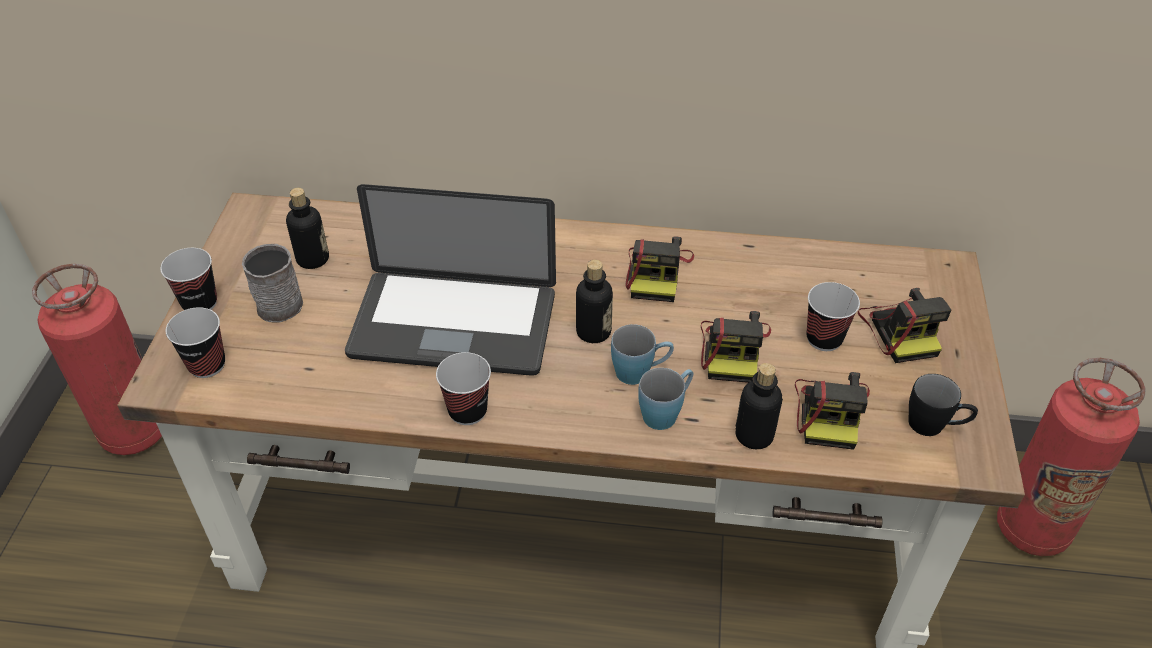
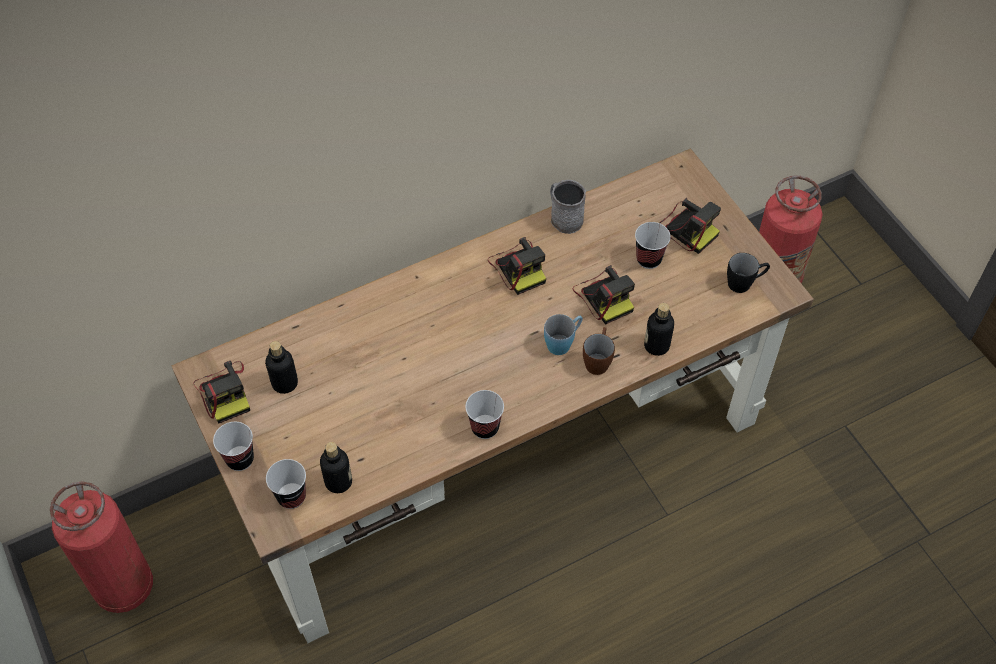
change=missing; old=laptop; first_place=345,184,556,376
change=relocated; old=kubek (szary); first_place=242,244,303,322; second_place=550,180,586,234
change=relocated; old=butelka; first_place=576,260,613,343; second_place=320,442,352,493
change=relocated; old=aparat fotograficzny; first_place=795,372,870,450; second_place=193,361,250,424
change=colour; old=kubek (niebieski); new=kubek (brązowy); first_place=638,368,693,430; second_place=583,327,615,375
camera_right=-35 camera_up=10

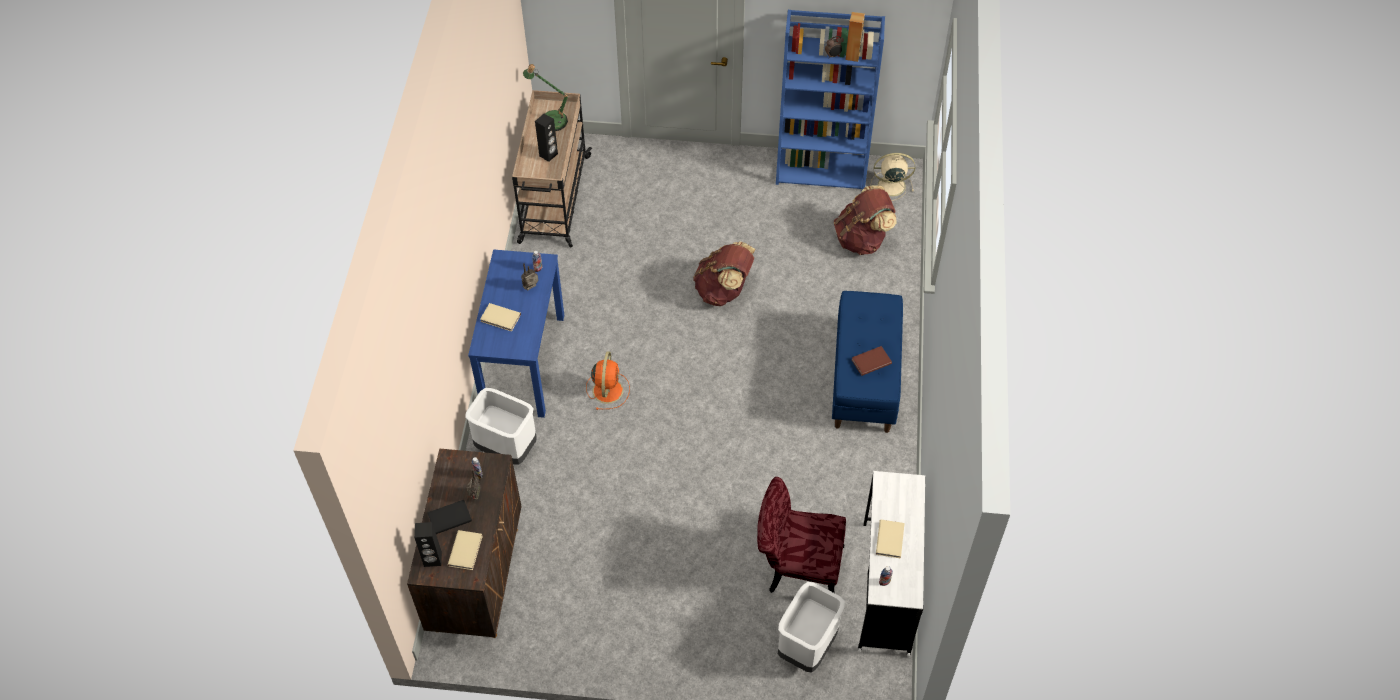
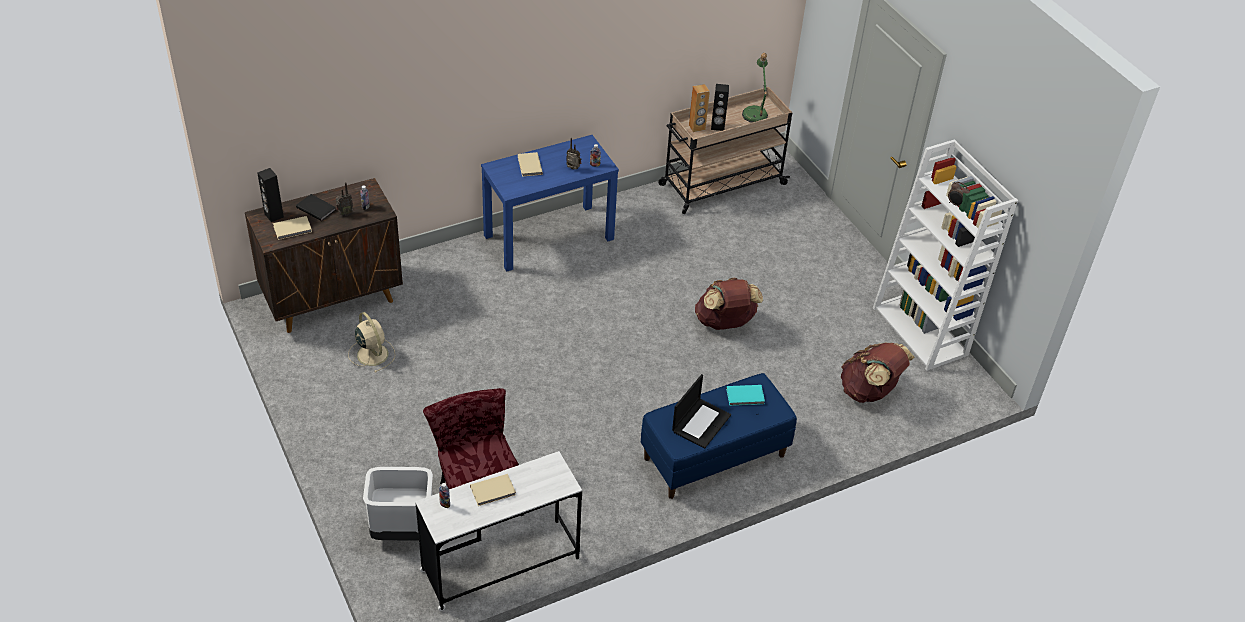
change=missing; old=kosz na śmieci (biały); first_place=465,388,537,465
change=missing; old=wentylator (pomarańczowy); first_place=586,351,630,410
change=appeared; new=książka (turkusowy); second_place=726,385,765,406
change=relocated; old=głośnik (brązowy); first_place=845,12,865,62; second_place=689,84,710,132
change=relocated; old=wentylator (beżowy); first_place=871,153,915,201; second_place=348,312,395,373
change=exchanged; old=książka (brązowy); new=laptop; first_place=852,346,892,376; second_place=672,374,731,449
change=colour; old=regał (niebieski); new=regał (biały); first_place=776,10,885,190; second_place=873,139,1018,371
camera_right=55 camera_up=-10

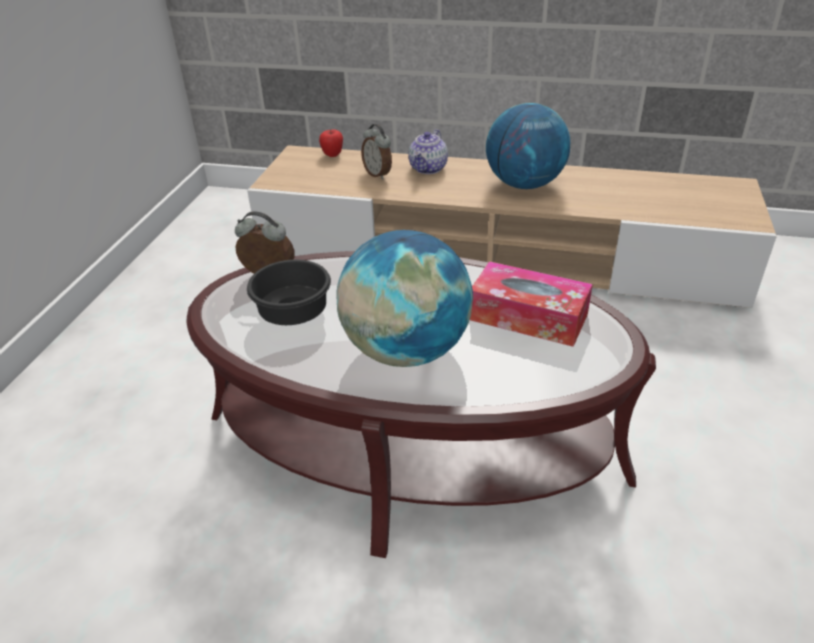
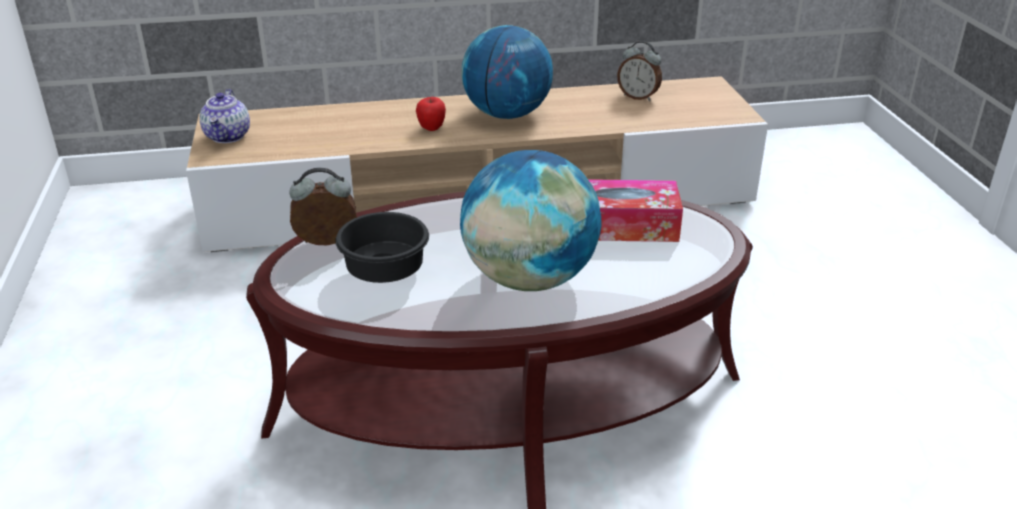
change=relocated; old=jabłko; first_place=319,129,343,157; second_place=416,97,446,131
change=relocated; old=budzik; first_place=361,124,392,180; second_place=617,41,662,101
change=relocated; old=imbryk; first_place=408,129,448,174; second_place=199,89,250,143
camera_right=-25 camera_up=-5

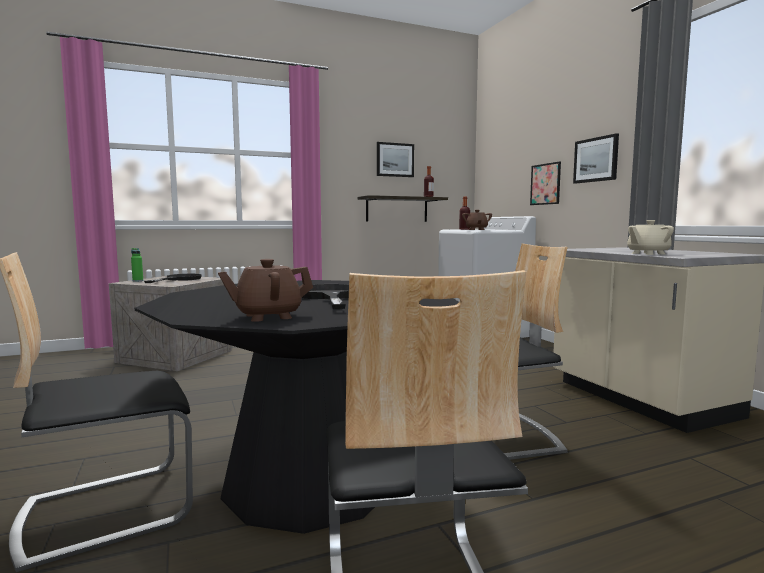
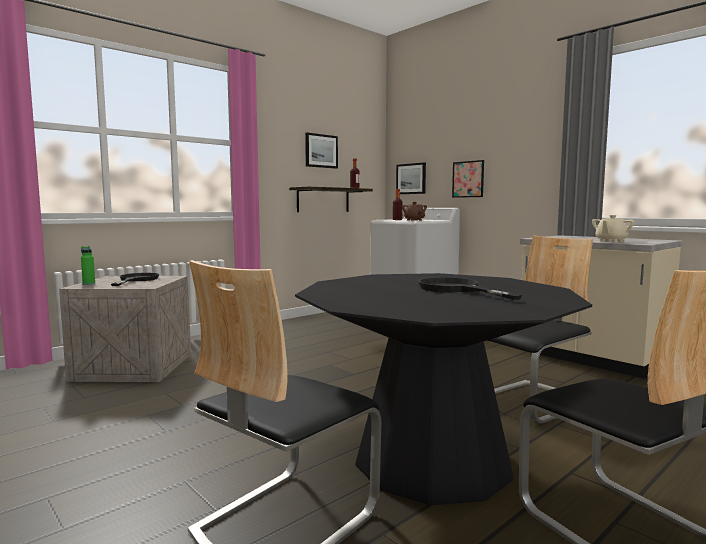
change=missing; old=imbryk (brązowy); first_place=218,259,313,322
change=relocated; old=obraz; first_place=573,133,619,184; second_place=396,162,426,194
camera_right=-20 camera_up=0

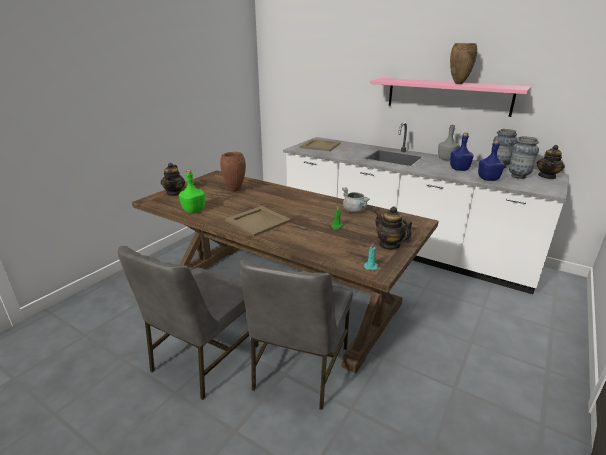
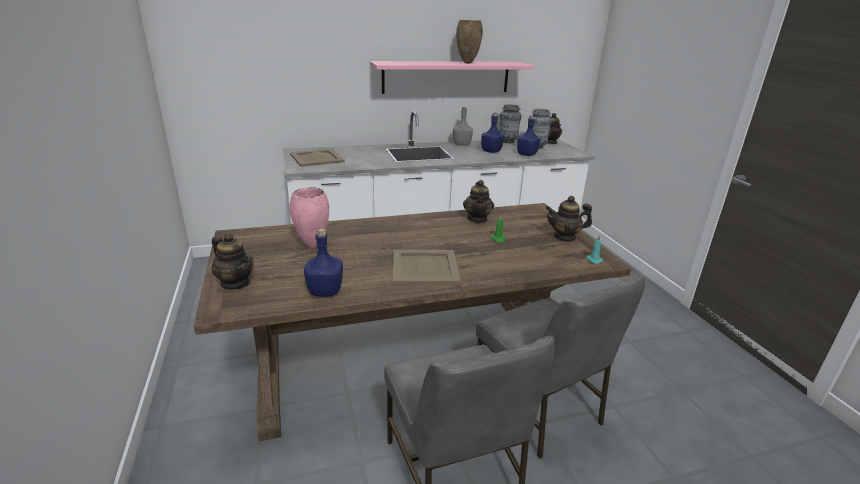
change=exchanged; old=garnek (szary); new=imbryk; first_place=342,187,370,212; second_place=463,180,494,223
change=colour; old=butelka (zielony); new=butelka (niebieski); first_place=179,170,205,213; second_place=304,229,343,297
change=colour; old=wazon (brązowy); new=wazon (różowy); first_place=220,152,246,192; second_place=289,187,329,248
camera_right=-50 camera_up=0

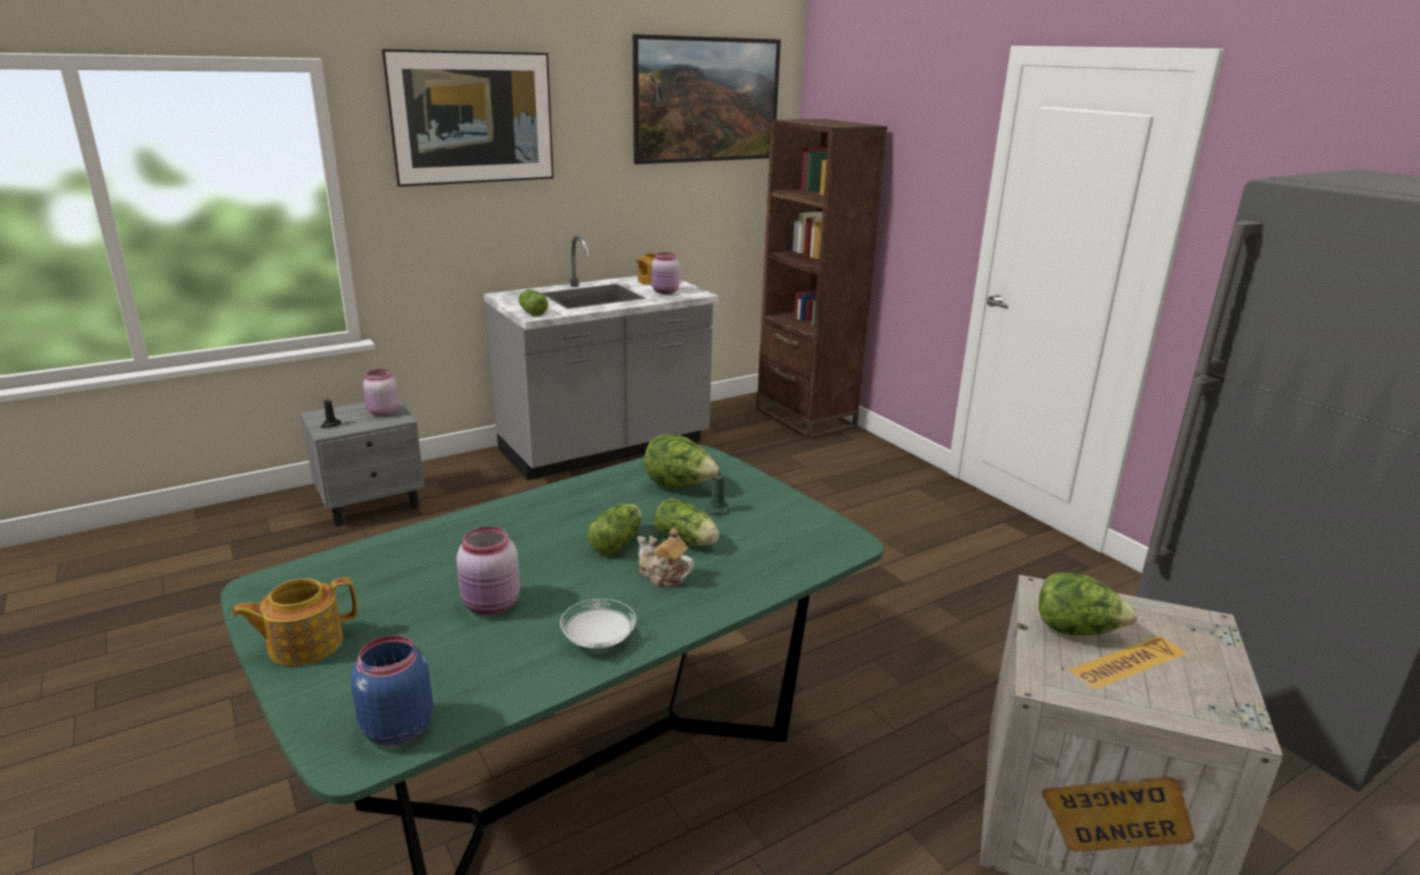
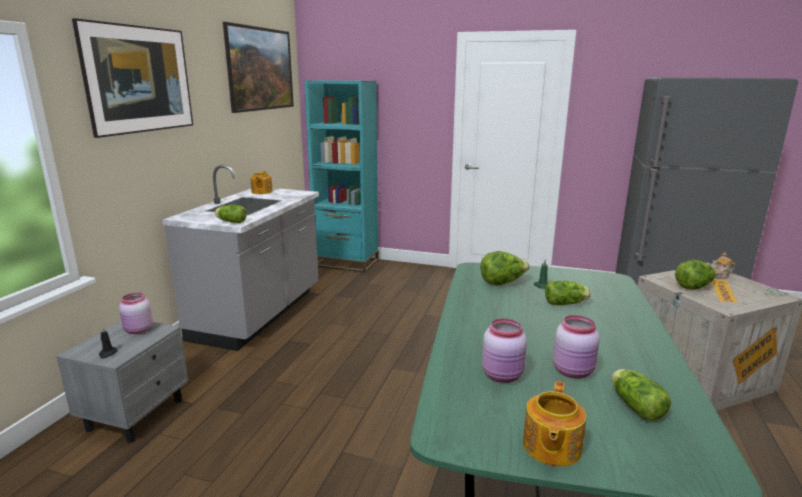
change=missing; old=słoik (niebieski); first_place=351,635,433,746
change=missing; old=talerz (biały); first_place=560,599,636,648
change=relocated; old=sałata; first_place=587,504,642,555; second_place=611,369,671,421
change=relocated; old=imbryk; first_place=637,528,694,586; second_place=707,253,735,279
change=relocated; old=słoik (różowy); first_place=651,252,680,294; second_place=482,318,527,383
change=colour; old=regał (brązowy); new=regał (turkusowy); first_place=756,119,887,440; second_place=304,80,378,273
camera_right=-40 camera_up=-5

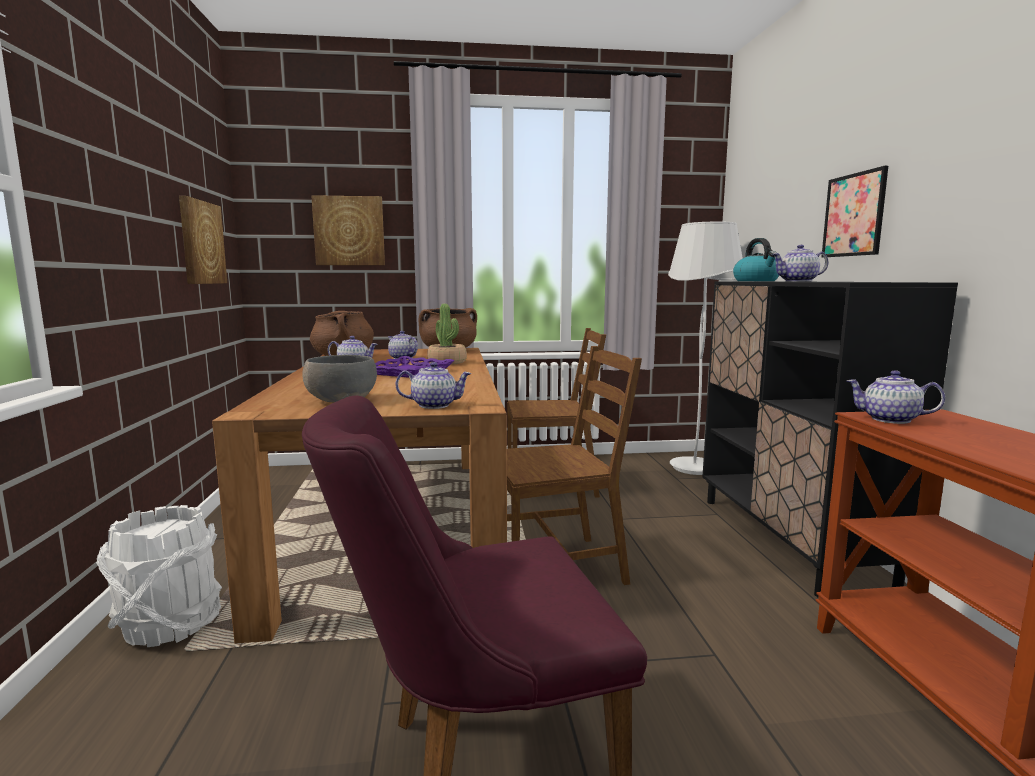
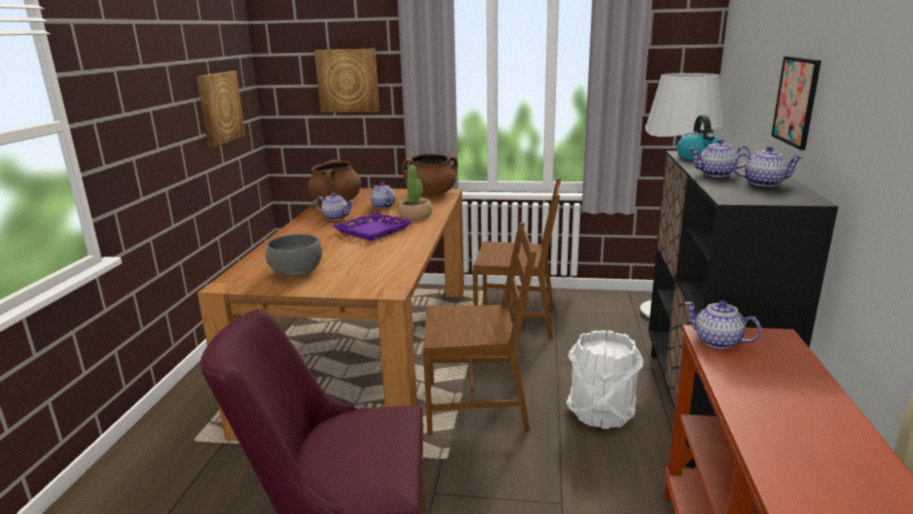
change=relocated; old=wiadro (biały); first_place=96,505,222,647; second_place=567,330,644,429
change=relocated; old=imbryk; first_place=396,362,471,409; second_place=732,146,803,187
camera_right=15 camera_up=10

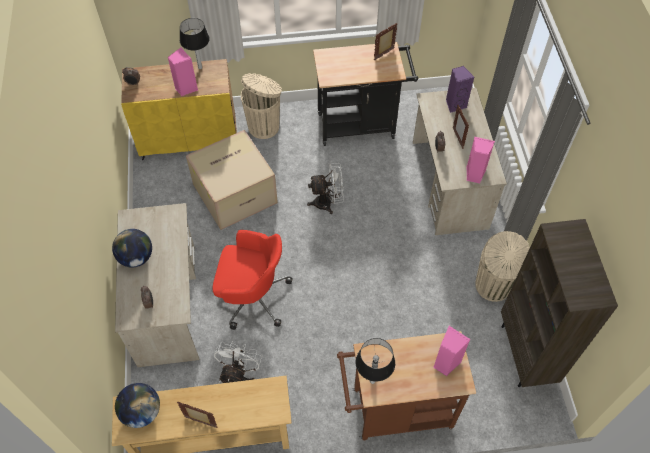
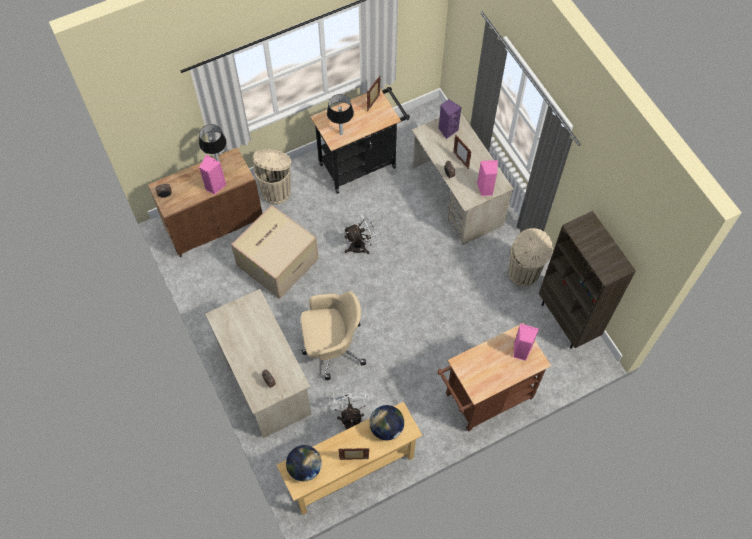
change=relocated; old=globus; first_place=112,229,152,267; second_place=369,405,404,440
change=relocated; old=lampa stołowa; first_place=356,338,395,384; second_place=327,94,354,135
change=colour; old=szafka (żółty); new=szafka (brązowy); first_place=121,59,237,160; second_place=148,147,263,257
change=colour; old=krzesło biurowe (czerwony); new=krzesło biurowe (beżowy); first_place=212,230,293,330; second_place=301,291,366,380
camera_right=-20 camera_up=5

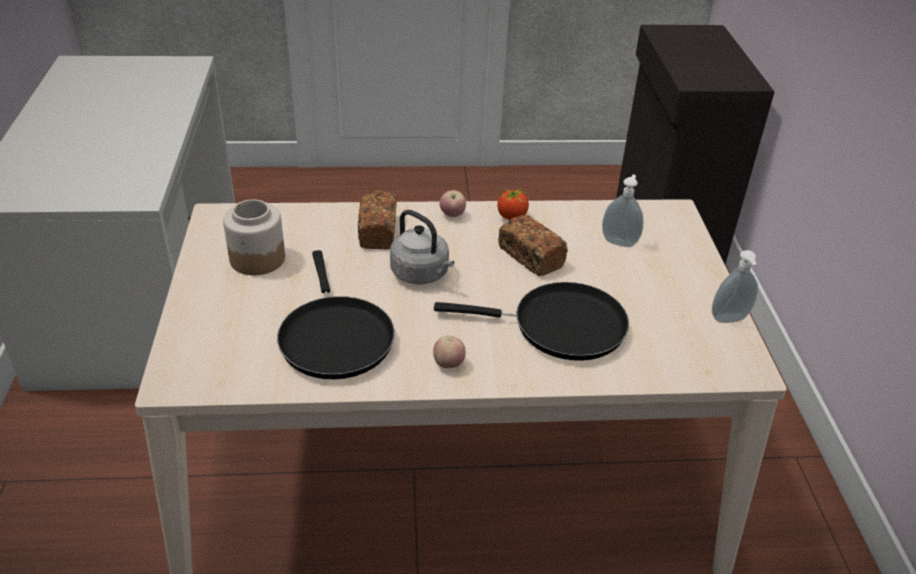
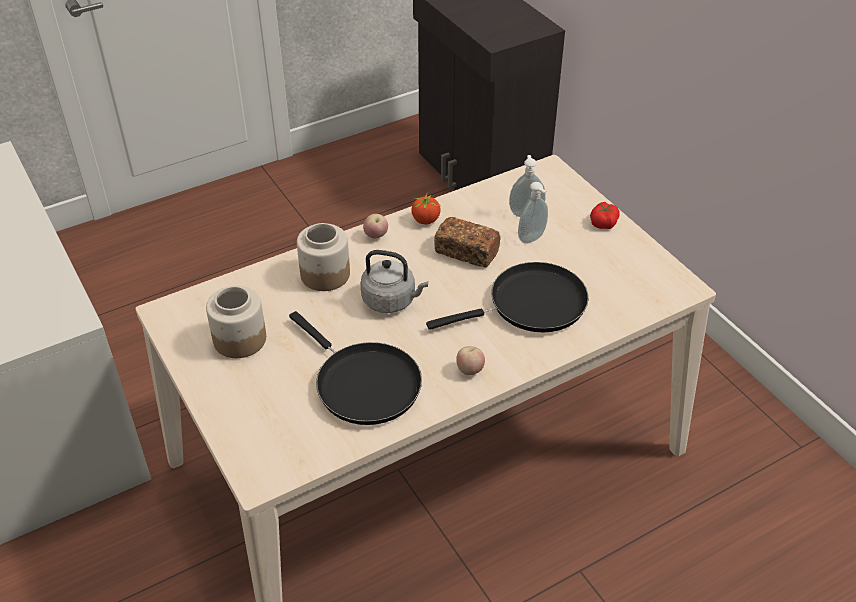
change=appeared; new=pomidor; second_place=590,202,620,229
change=relocated; old=dozownik mydła; first_place=712,250,758,323; second_place=518,182,548,244
change=exchanged; old=chleb; new=słoik; first_place=358,191,397,249; second_place=297,223,350,291
camera_right=-25 camera_up=5

